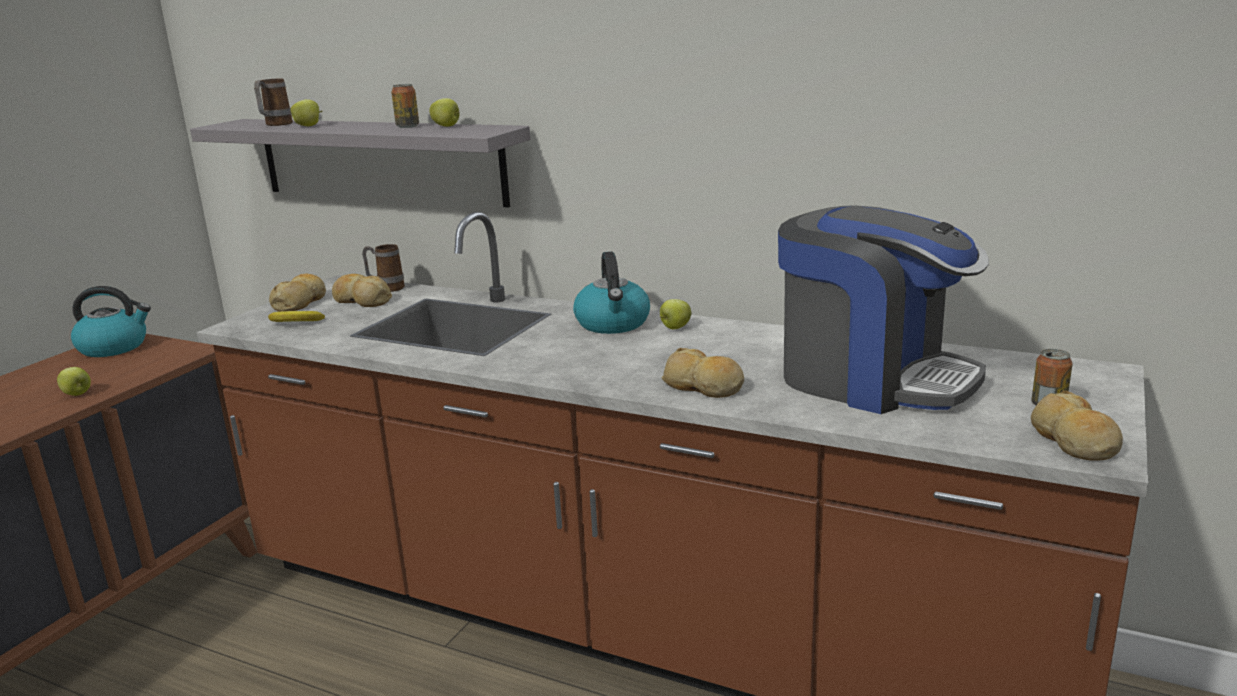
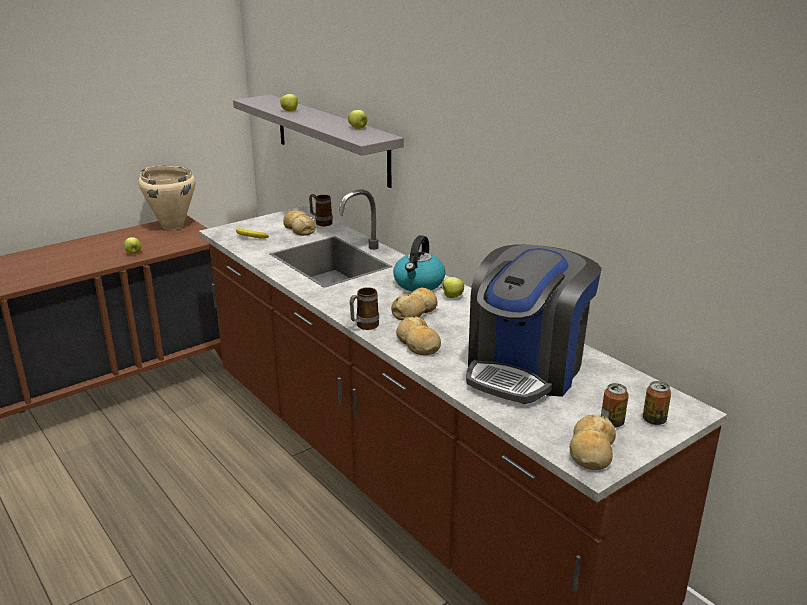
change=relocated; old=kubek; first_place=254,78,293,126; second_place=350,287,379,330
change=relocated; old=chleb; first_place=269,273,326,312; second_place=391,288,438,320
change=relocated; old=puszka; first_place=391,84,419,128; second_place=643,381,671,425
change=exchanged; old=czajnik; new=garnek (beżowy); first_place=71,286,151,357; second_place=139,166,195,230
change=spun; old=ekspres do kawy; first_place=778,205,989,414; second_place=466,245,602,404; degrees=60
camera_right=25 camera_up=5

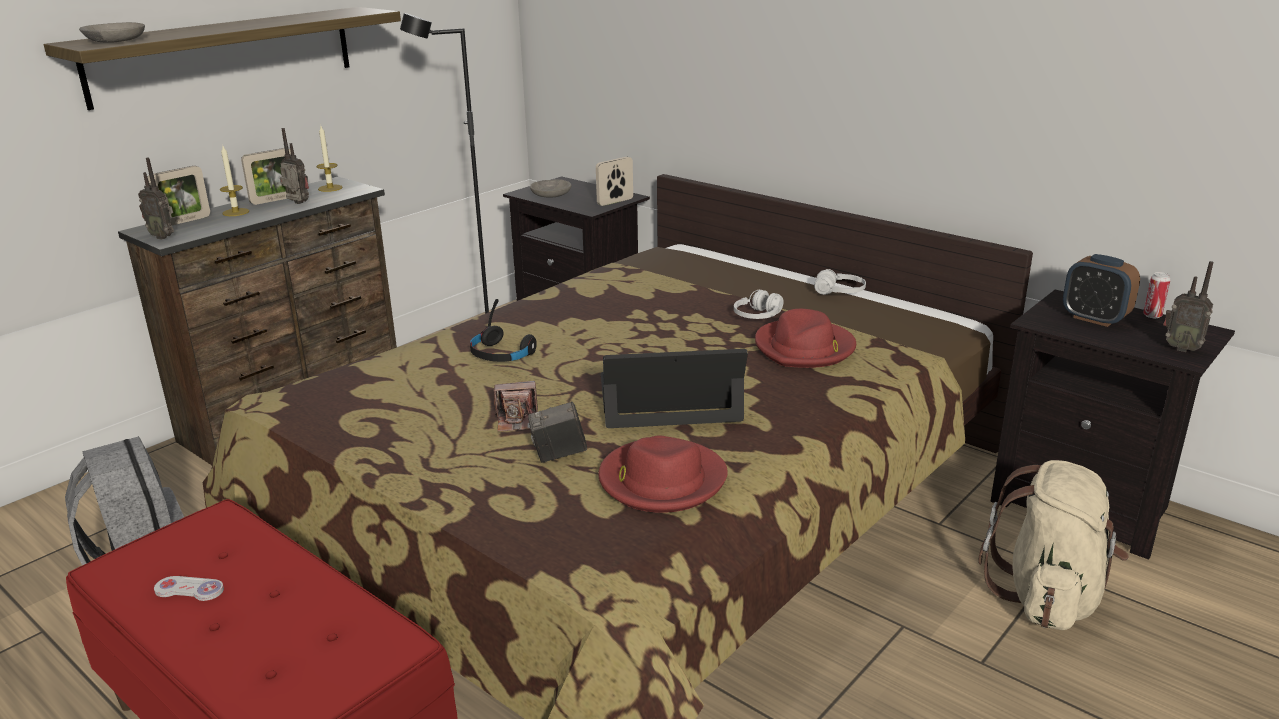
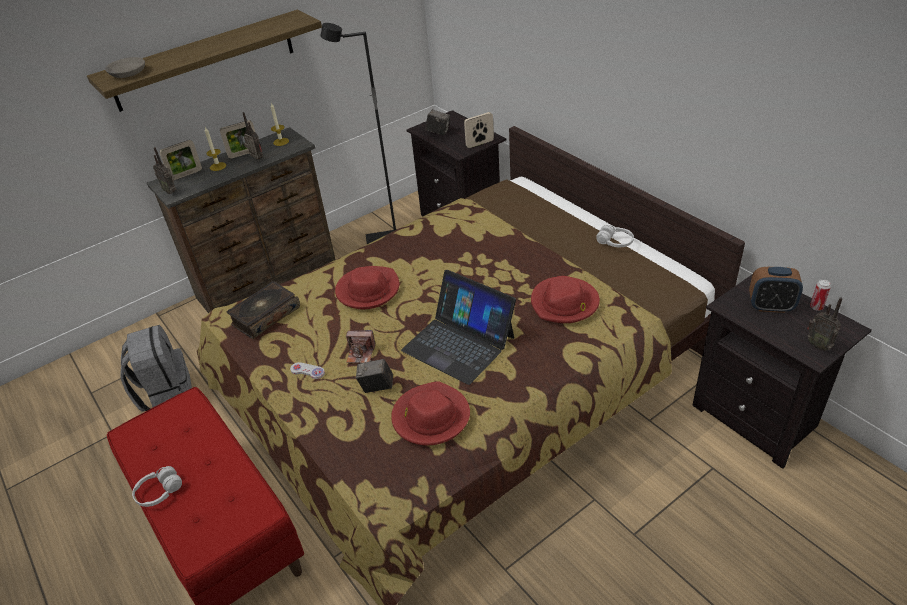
change=missing; old=plecak (beżowy); first_place=978,460,1129,630
change=appeared; new=książka; second_place=227,281,300,339
change=relocated; old=pad do gier (biały); first_place=154,576,224,601; second_place=290,362,325,379
change=relocated; old=słuchawki (biały); first_place=734,290,784,319; second_place=132,466,182,507
change=exchanged; old=słuchawki (czarny); new=kapelusz (czerwony); first_place=470,299,537,362; second_place=335,266,400,309
change=exchanged; old=miska (szary); new=aparat fotograficzny; first_place=530,179,571,198; second_place=426,110,450,135
change=spun; old=laptop; first_place=601,349,748,428; second_place=401,270,516,385; degrees=-150
change=spun; old=budzik; first_place=1063,254,1140,327; second_place=749,267,803,313; degrees=-45
camera_right=15 camera_up=15

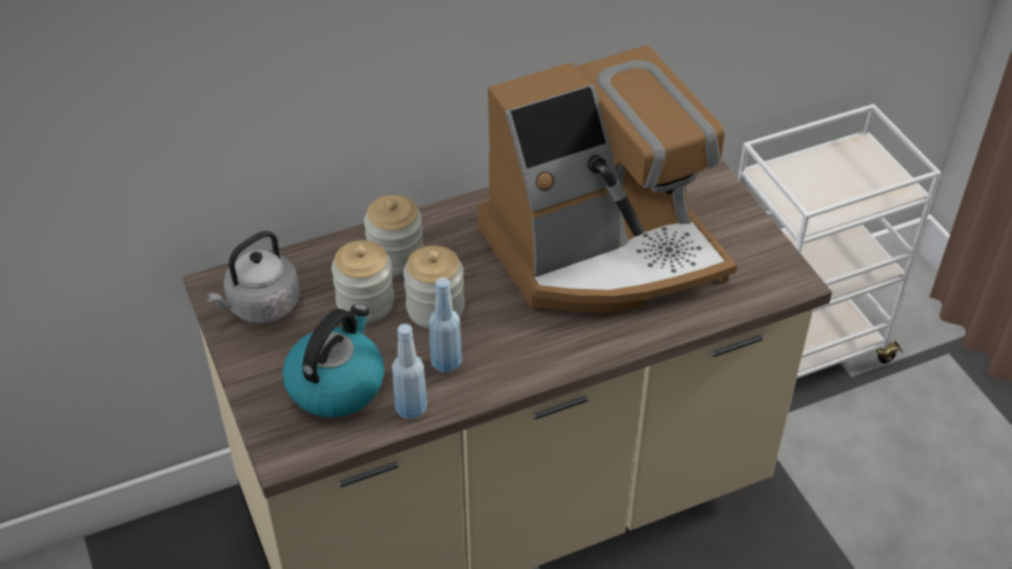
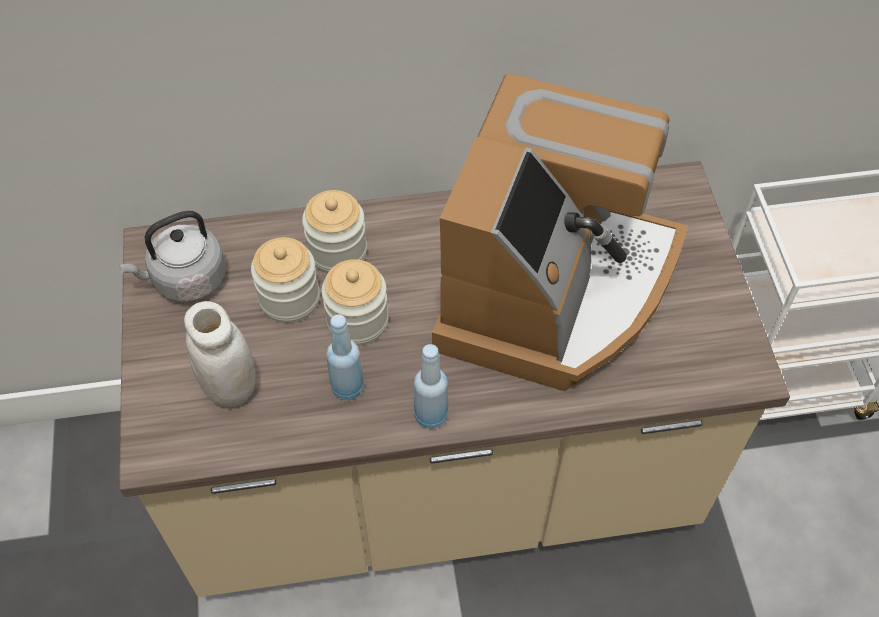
change=relocated; old=butelka (niebieski); first_place=392,324,427,419; second_place=414,344,448,429
change=exchanged; old=czajnik; new=słoik (biały); first_place=283,304,384,418; second_place=184,301,255,407
change=spun; old=ekspres do kawy; first_place=478,45,737,313; second_place=432,73,688,391; degrees=-60
camera_right=15 camera_up=10

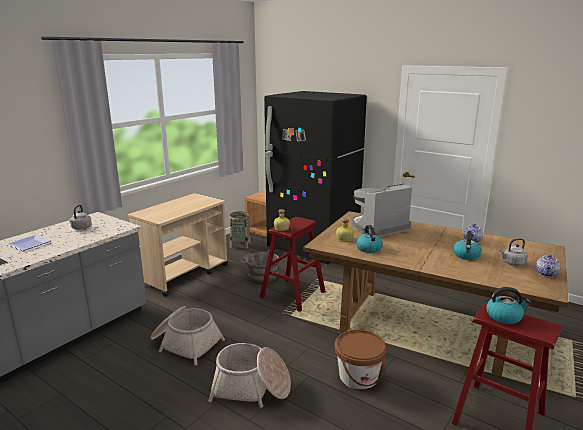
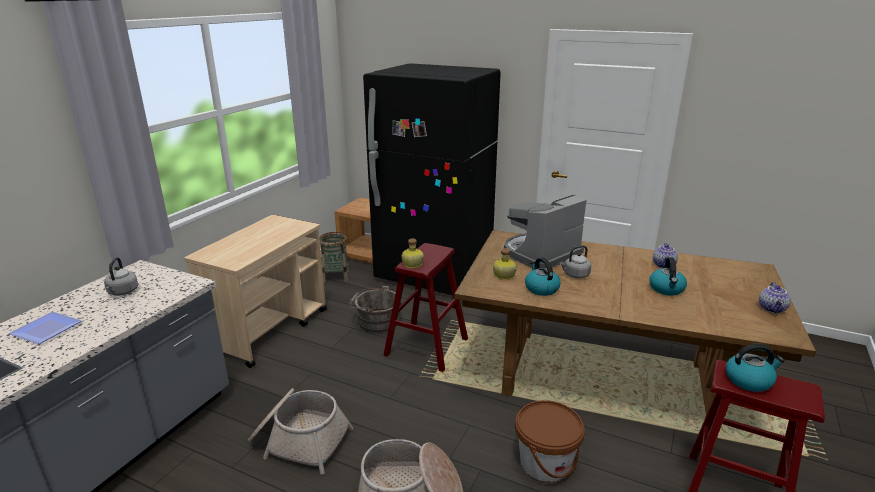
change=relocated; old=czajnik (szary); first_place=500,238,528,266; second_place=559,245,591,279
camera_right=-10 camera_up=5

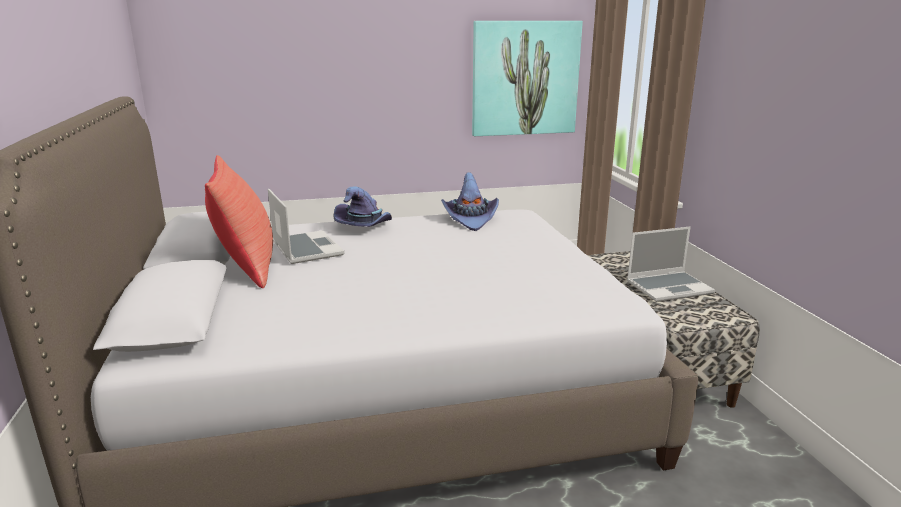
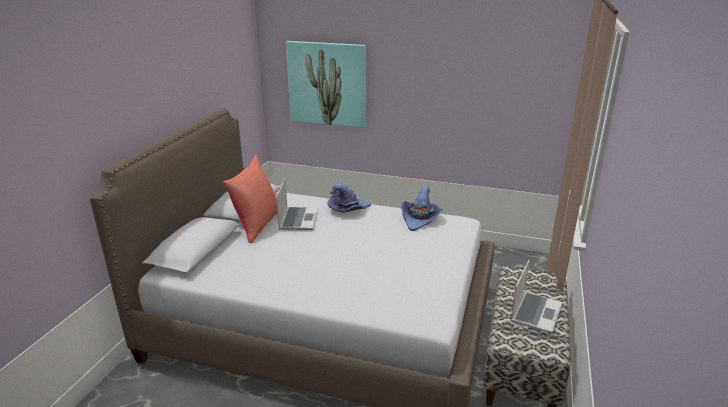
change=relocated; old=obraz; first_place=472,21,583,136; second_place=286,41,366,128
change=spun; old=laptop; first_place=627,227,715,302; second_place=510,260,562,334; degrees=-75
camera_right=30 camera_up=5

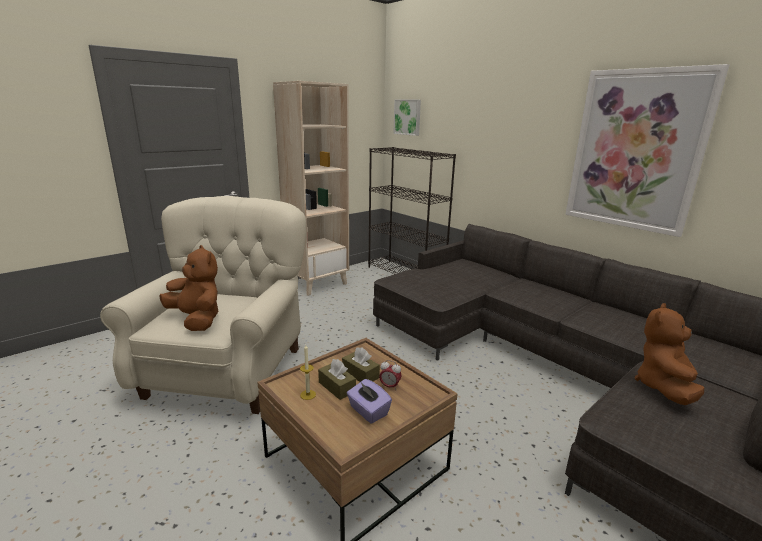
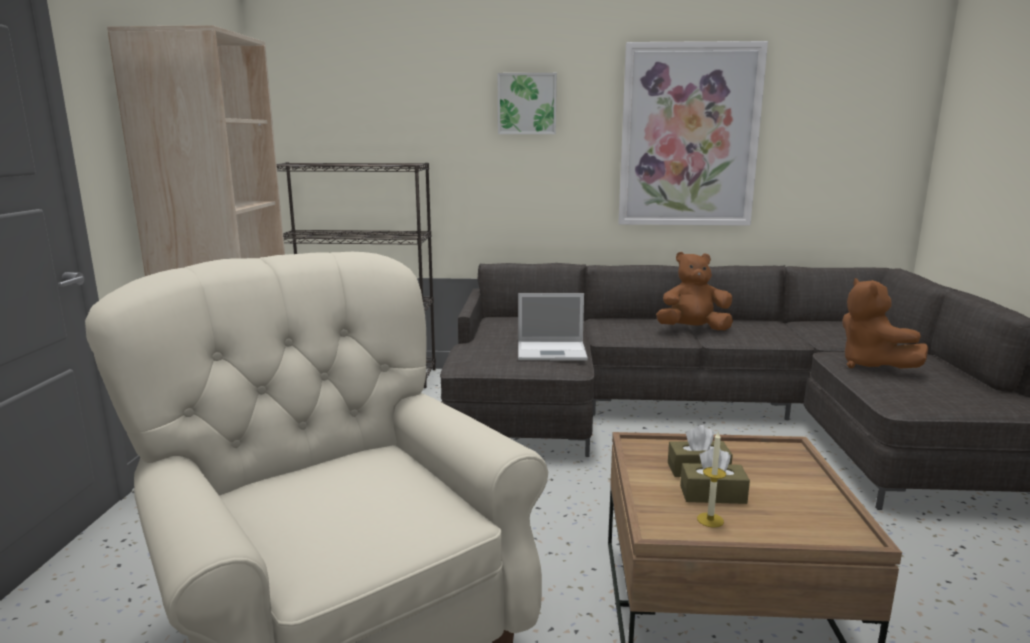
change=missing; old=pudełko chusteczek (fioletowy); first_place=347,379,392,424
change=missing; old=budzik; first_place=379,360,402,389
change=appeared; new=laptop; second_place=518,293,588,360
change=relocated; old=pluszak (brązowy); first_place=159,245,218,331; second_place=656,252,733,331
change=relocated; old=obraz; first_place=393,100,421,136; second_place=498,73,557,134
camera_right=-45 camera_up=-5

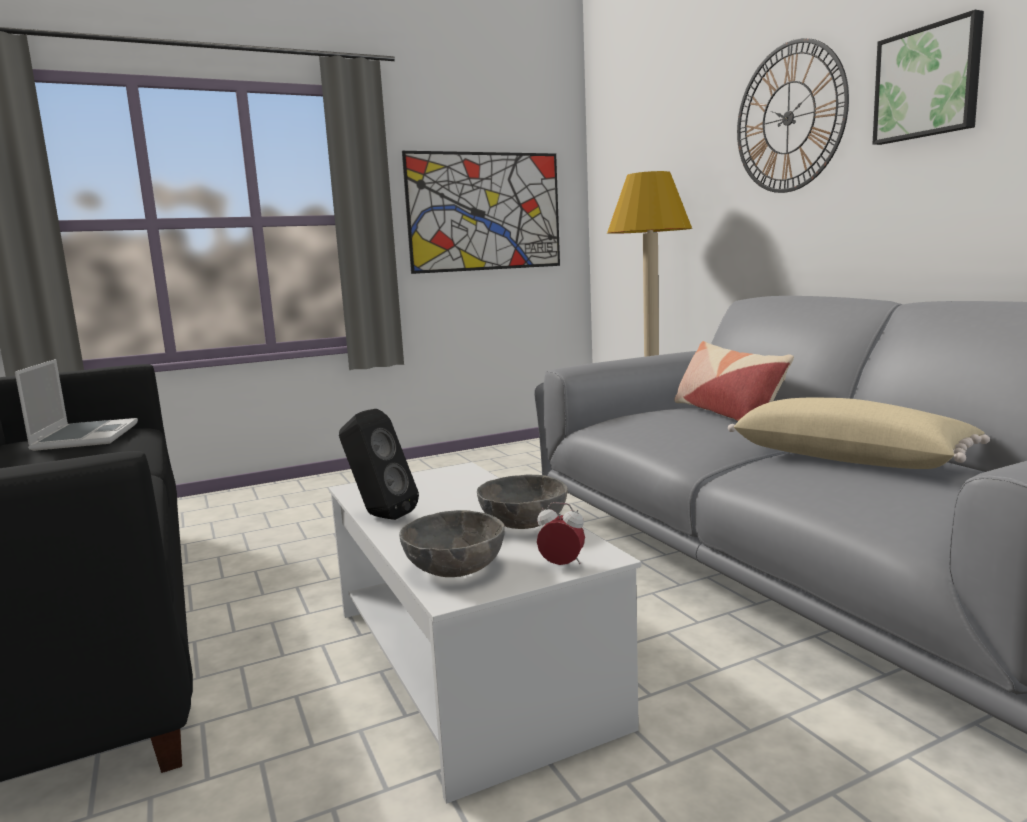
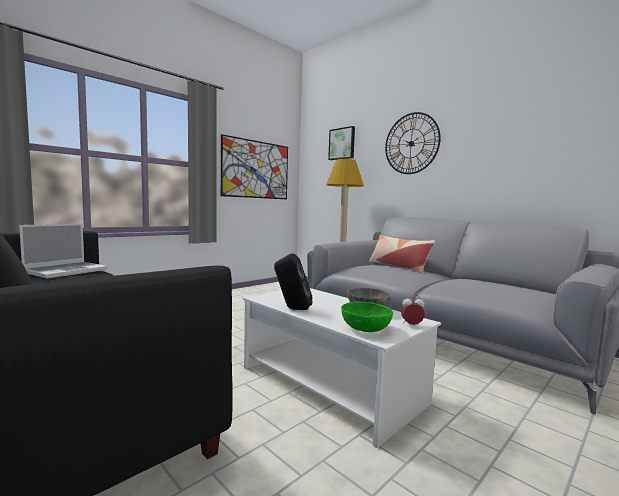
change=missing; old=poduszka (beżowy); first_place=728,398,990,469
change=relocated; old=obraz; first_place=873,10,984,145; second_place=328,126,355,160
change=colour; old=miska (szary); new=miska (zielony); first_place=399,510,505,577; second_place=341,301,393,332
change=spun; old=laptop; first_place=15,359,138,451; second_place=19,223,108,278; degrees=60
camera_right=-20 camera_up=-5

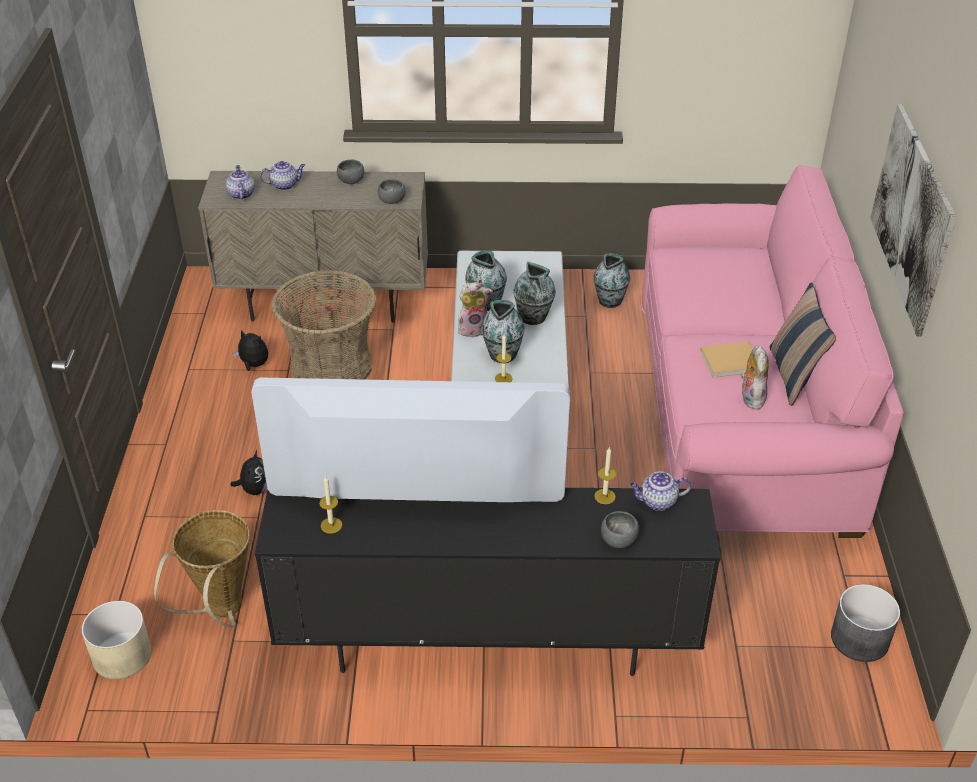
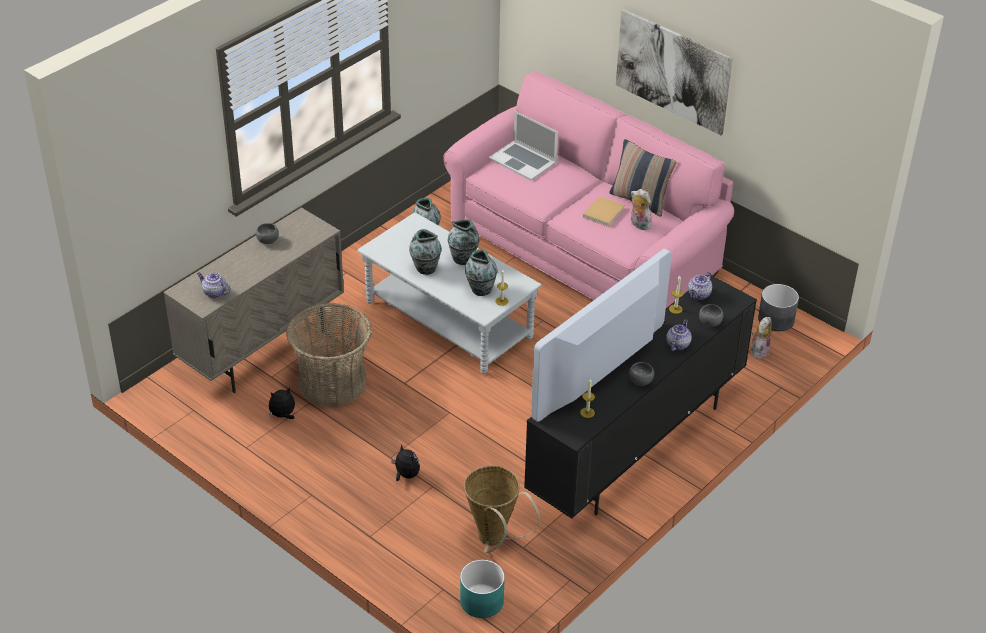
change=appeared; new=laptop; second_place=489,111,558,181
change=relocated; old=imbryk; first_place=260,161,305,190; second_place=666,319,692,351
change=relocated; old=miska (szary); first_place=378,179,406,204; second_place=629,362,654,386
change=relocated; old=pluszak; first_place=458,282,493,337; second_place=752,317,772,359
change=colour; old=donica (beżowy); new=donica (turkusowy); first_place=81,601,152,679; second_place=460,560,505,618
camera_right=-50 camera_up=0

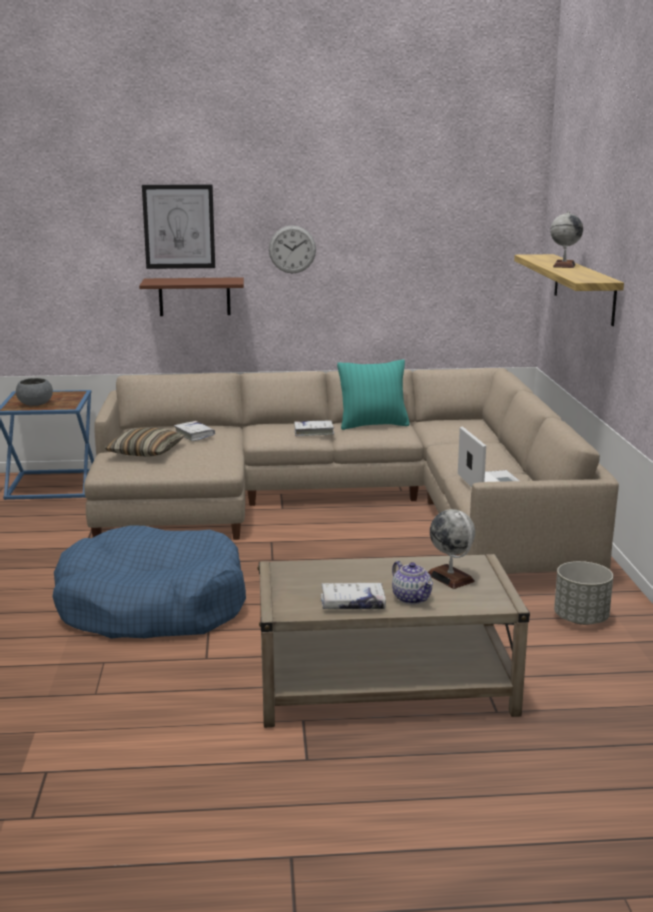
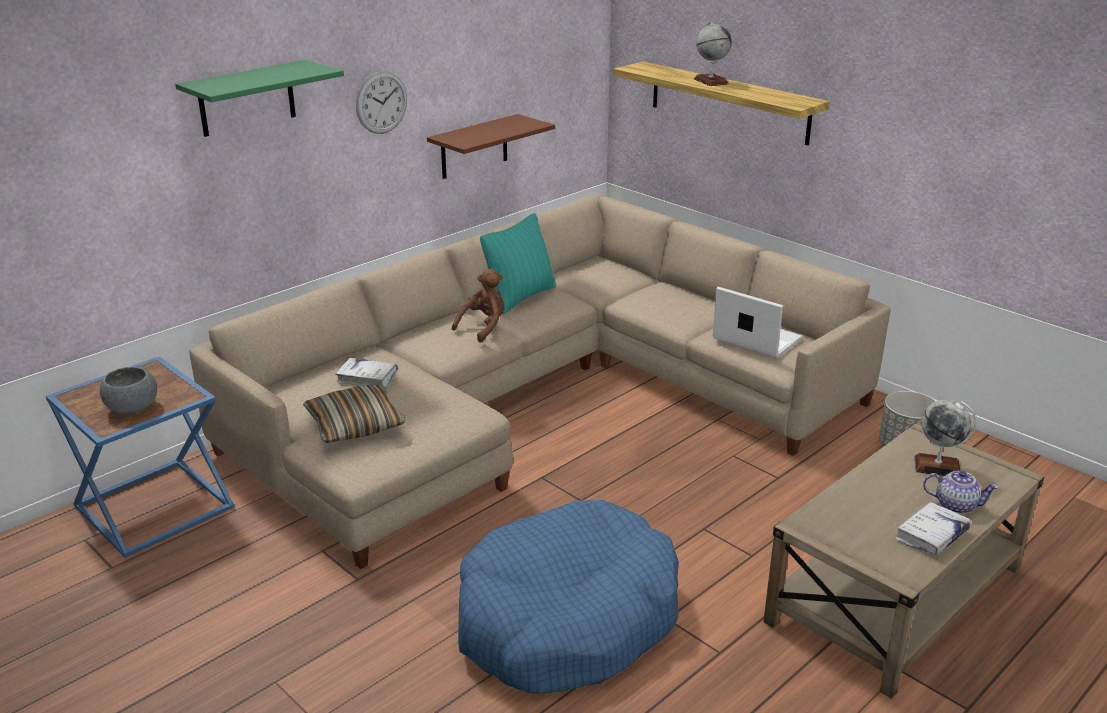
change=relocated; old=półka (brązowy); first_place=139,277,244,316; second_place=427,114,555,179
change=exchanged; old=obraz; new=półka (zielony); first_place=142,184,215,269; second_place=175,60,344,137
change=exchanged; old=książka (biały); new=pluszak (brązowy); first_place=294,420,334,436; second_place=452,269,505,343
camera_right=-40 camera_up=10

